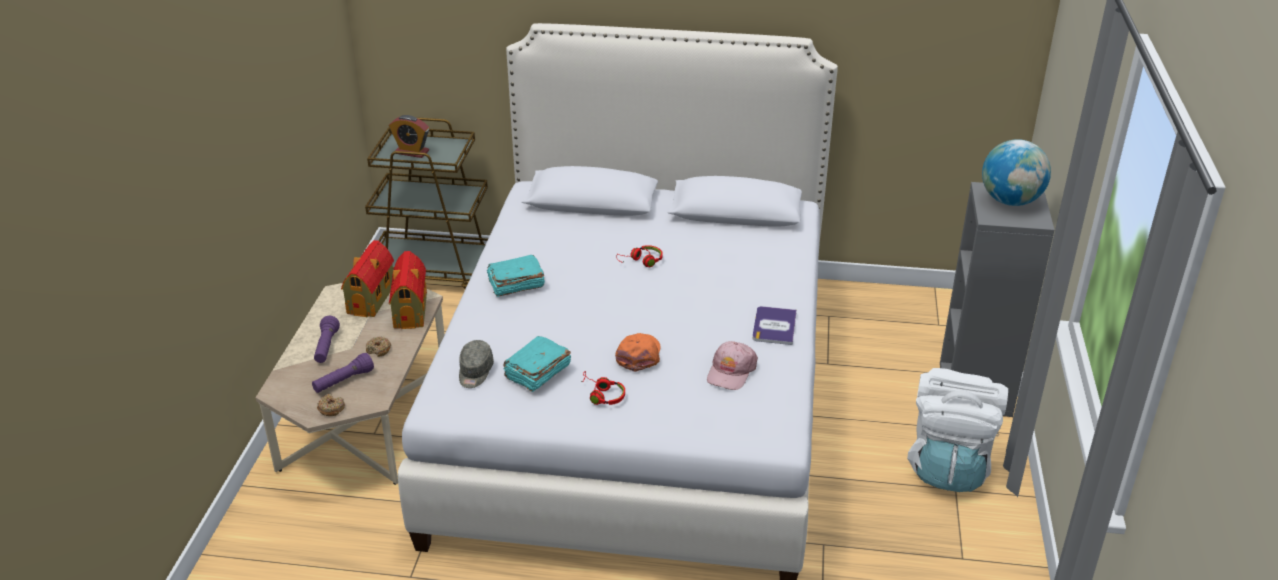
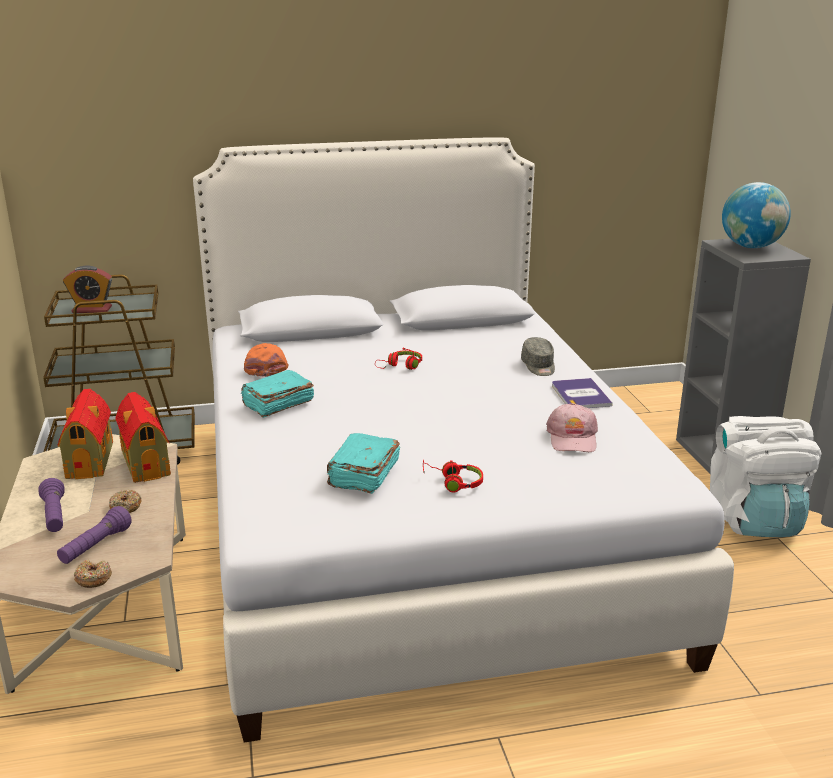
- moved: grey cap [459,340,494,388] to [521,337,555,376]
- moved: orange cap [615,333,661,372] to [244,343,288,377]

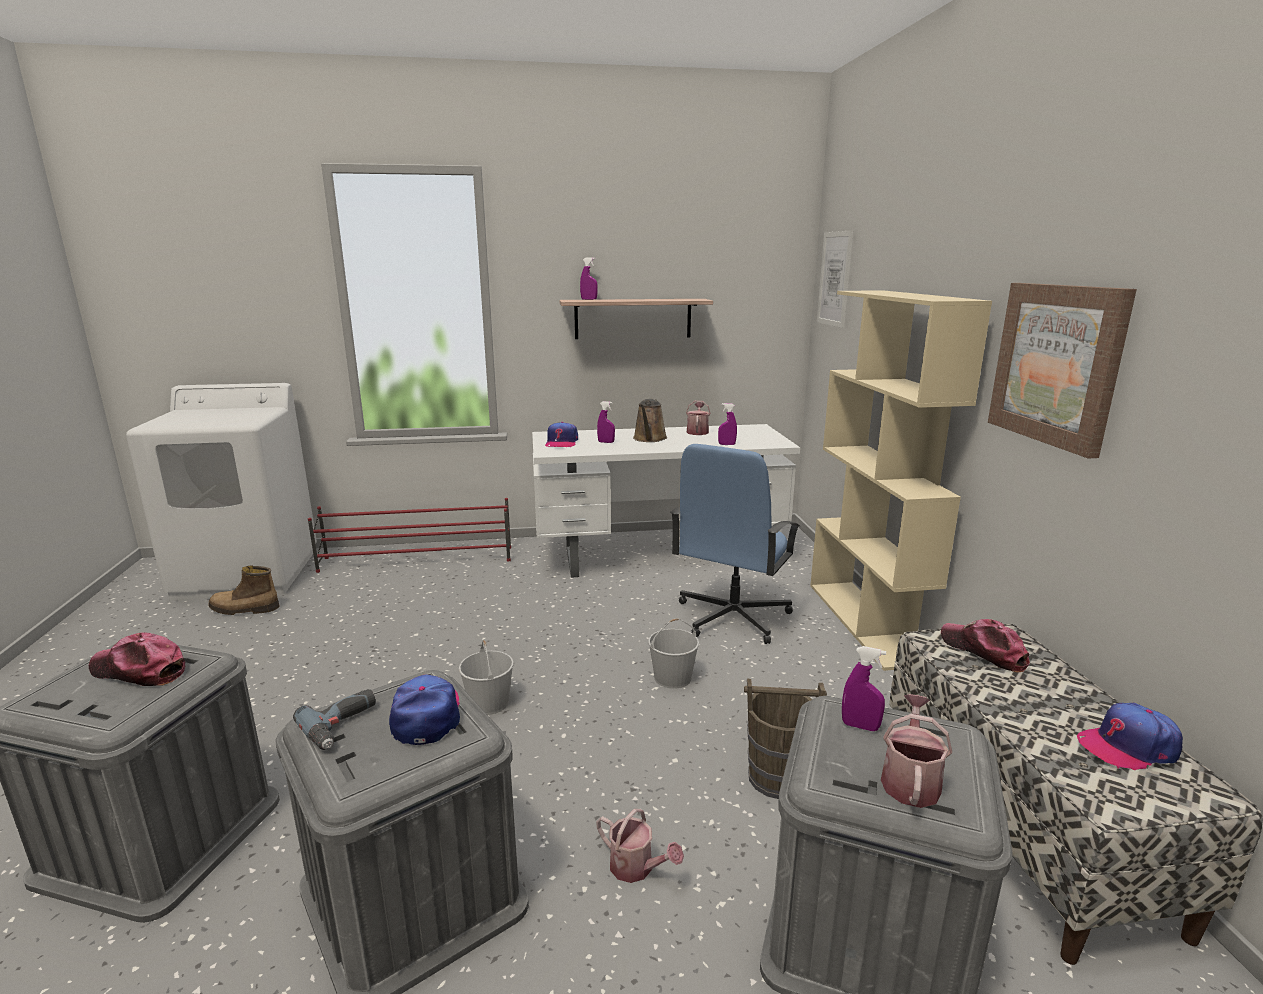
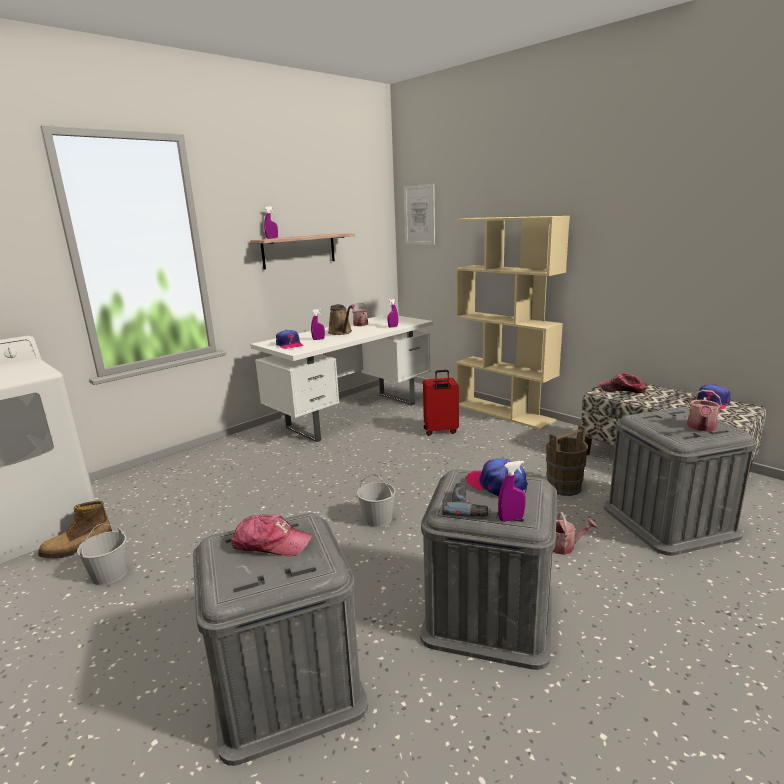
- removed: red shoe rack [308,498,511,573]
- removed: picture [988,283,1137,459]
- moved: white bucket [648,619,699,689] to [77,523,128,585]
- moved: purple spray bottle [842,646,886,731] to [498,461,526,522]
- replaced: blue office chair [670,444,800,644] to red suitcase [423,370,459,436]
- turned: cap [89,633,185,686] = [231,514,312,556] 150 degrees counterclockwise
- turned: watering can [881,694,952,808] = [687,390,722,431] 135 degrees counterclockwise

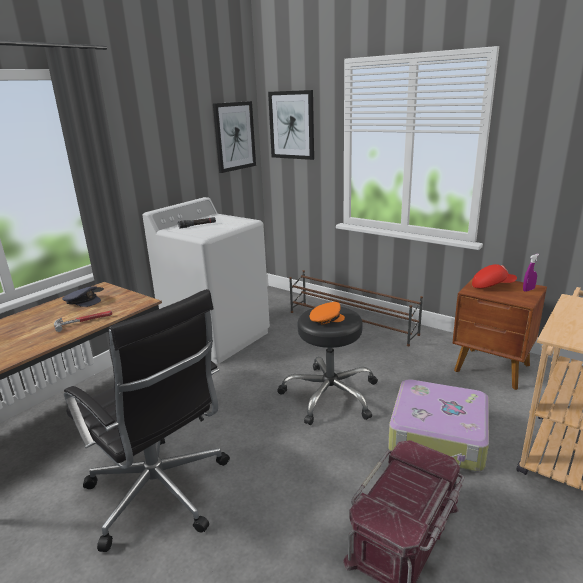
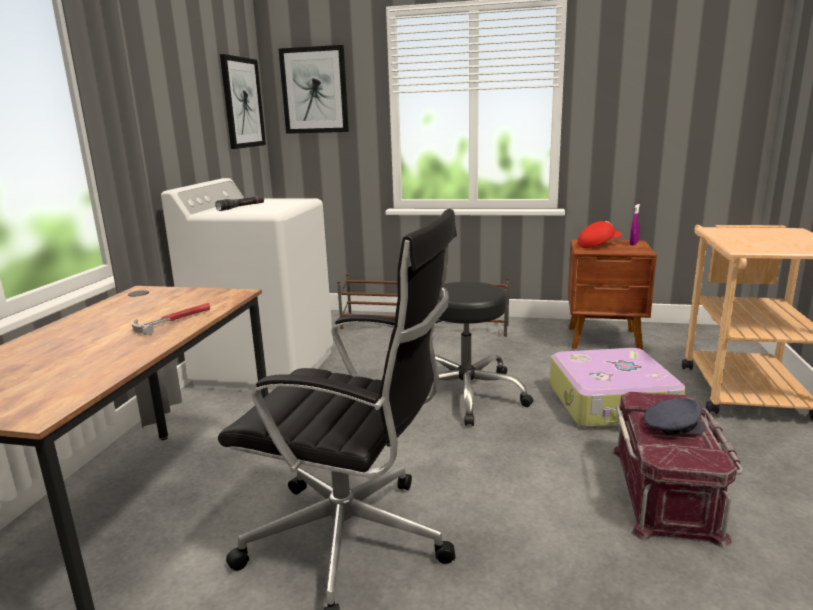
- removed: orange cap [310,302,345,324]
- moved: grey cap [62,286,101,307] to [644,399,706,435]

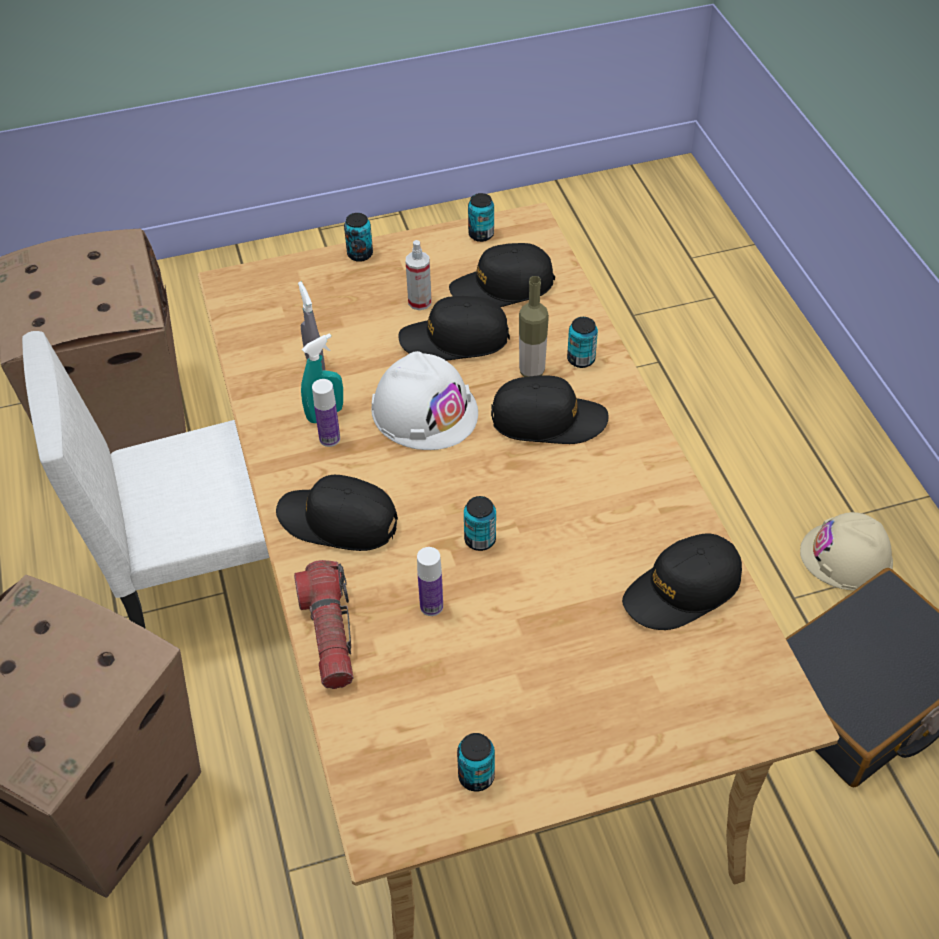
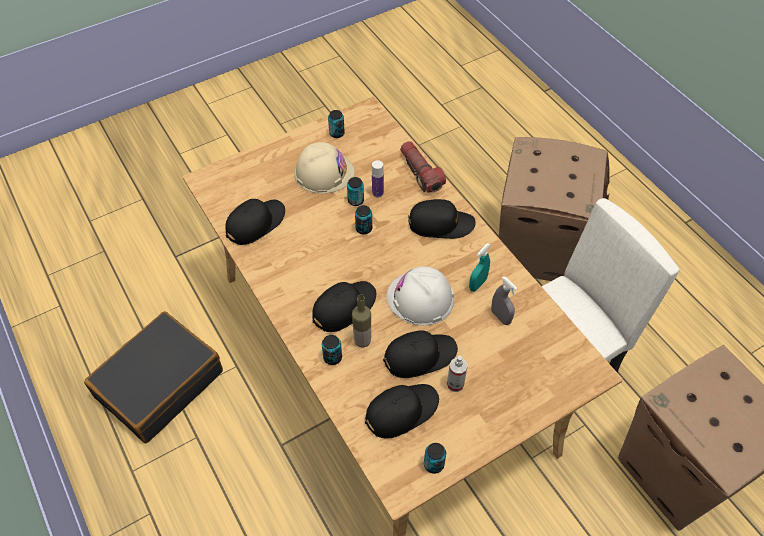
- removed: bottle [312,379,340,447]
- moved: can [344,213,373,262] to [347,177,364,206]
- moved: beige hard hat [800,512,893,590] to [294,142,355,194]
- turned: black cap [491,375,609,444] = [312,281,376,332] 150 degrees clockwise

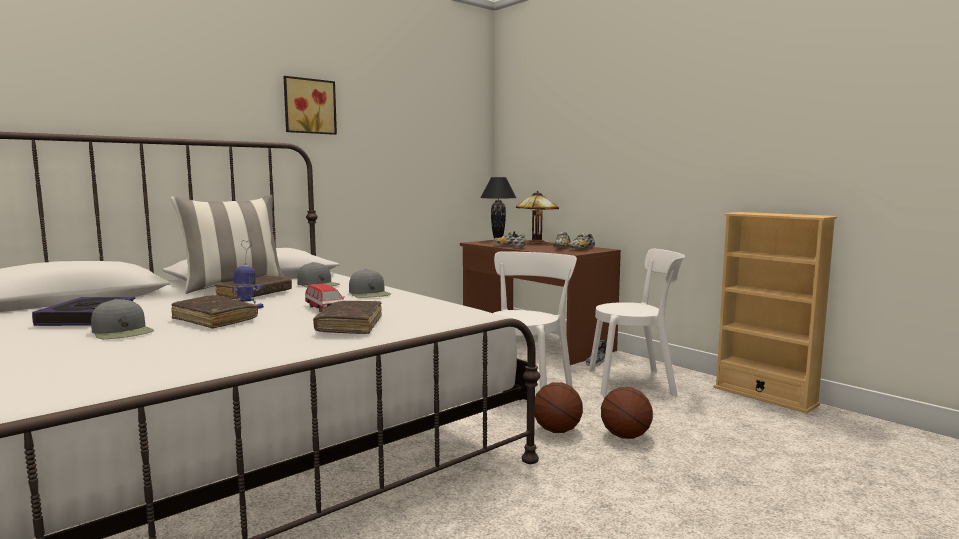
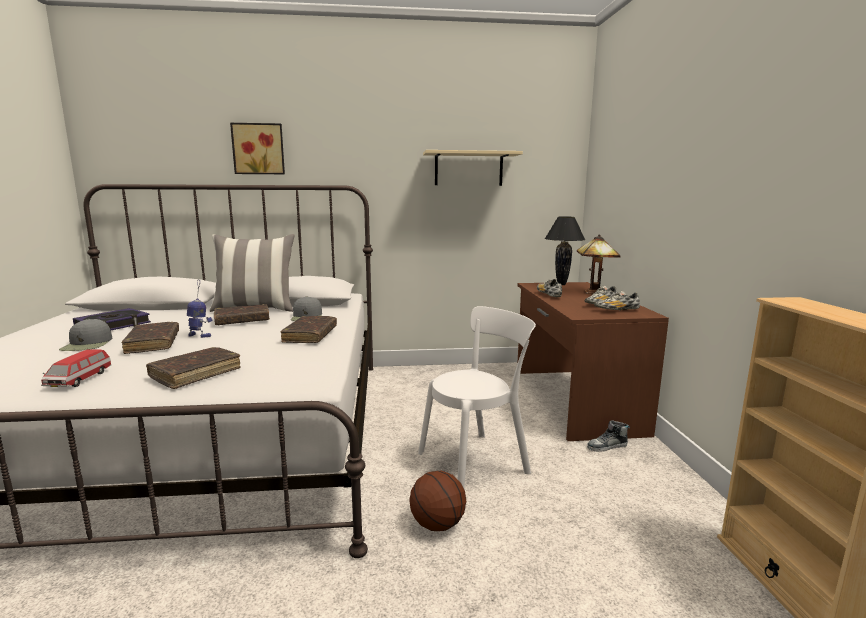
- removed: white chair [589,249,685,396]
- removed: basketball [601,387,653,439]
- added: beige shelf [423,150,523,186]
- moved: picture [283,76,337,135] to [230,123,285,174]
- moved: toy car [305,284,345,312] to [41,349,111,387]
- replaced: grey cap [349,269,391,298] to brown book [281,316,337,343]

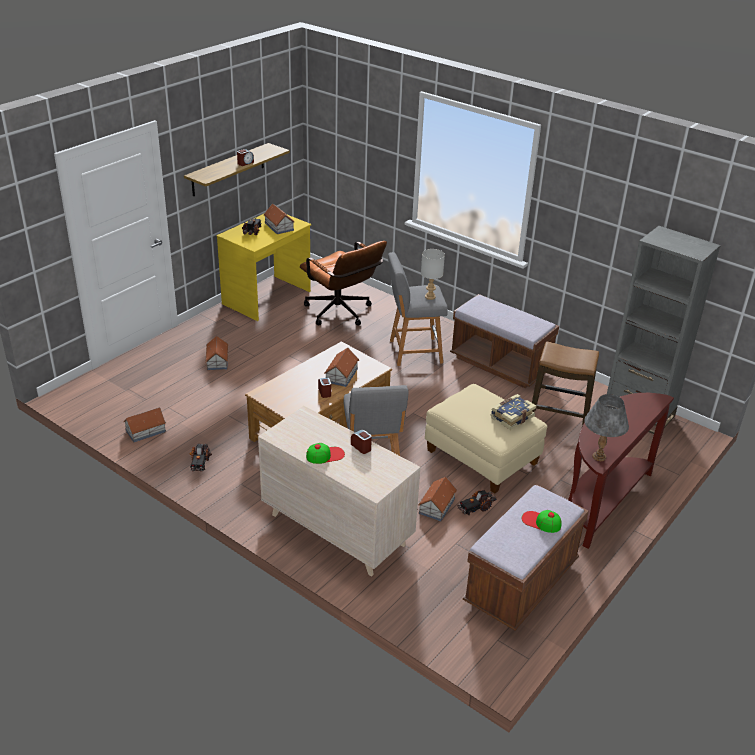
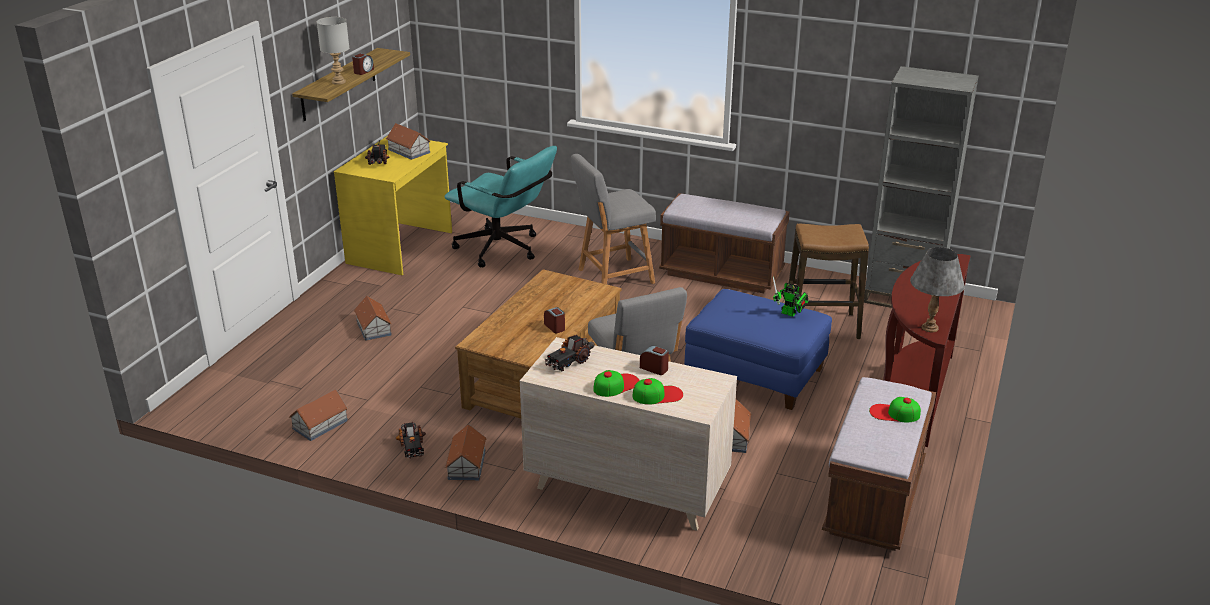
- added: cap [632,378,683,405]
- moved: toy house [324,348,359,387] to [445,424,487,481]
- moved: grey table lamp [421,249,445,300] to [317,17,349,85]
- moved: toy truck [458,490,496,515] to [545,335,595,371]
- replaced: book [491,394,536,430] to toy robot [773,277,809,317]
- recoloured: brown office chair [300,241,387,325] to turquoise office chair [444,146,557,267]
- recoloured: beige ottoman [425,384,547,493] to blue ottoman [684,289,832,410]

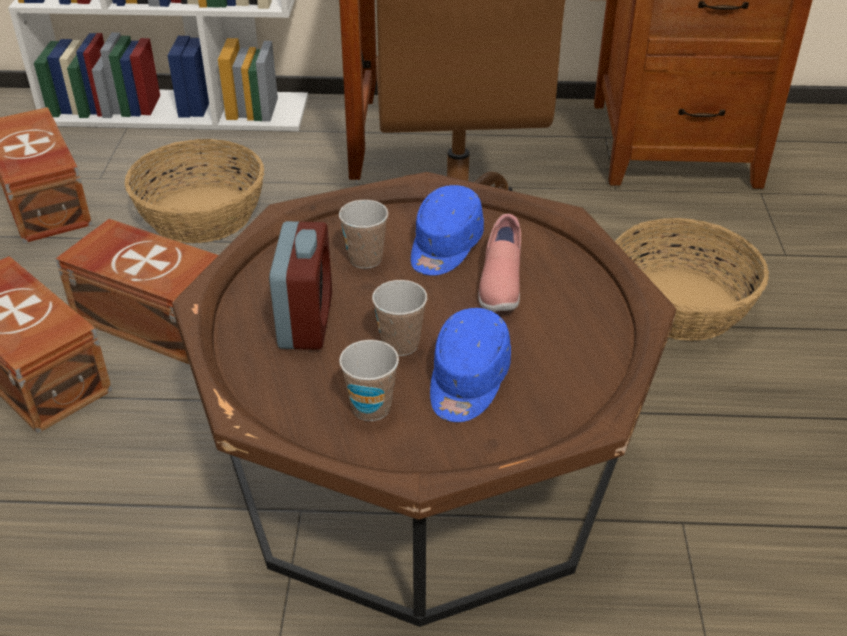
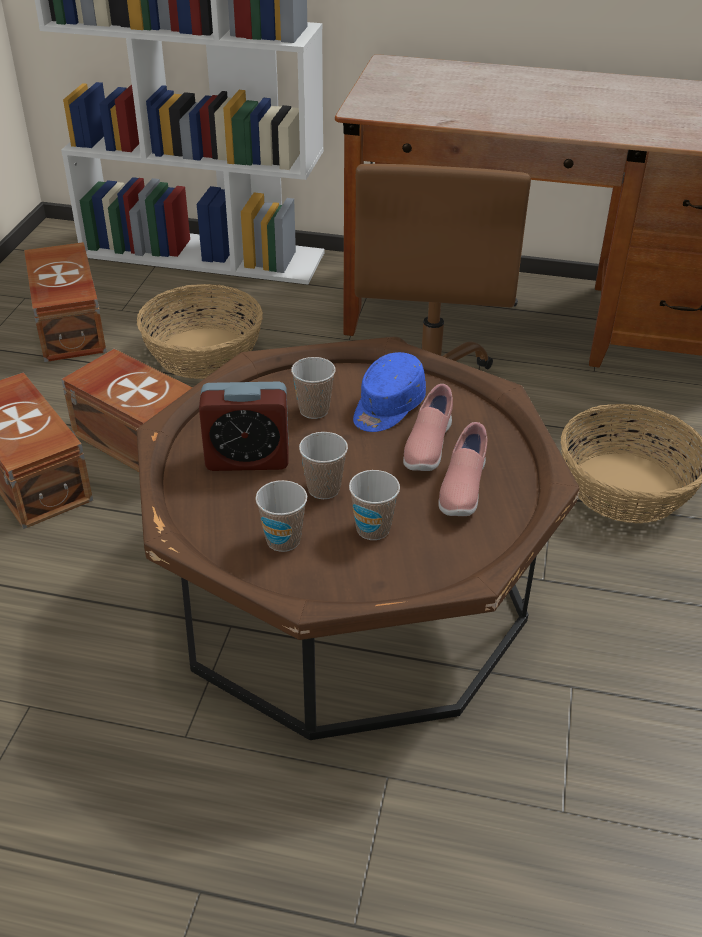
- added: pink shoe [438,422,487,516]
- replaced: blue cap [430,308,511,422] to cup [349,470,400,540]
- turned: alarm clock [269,221,332,350] = [199,382,289,471] 75 degrees clockwise

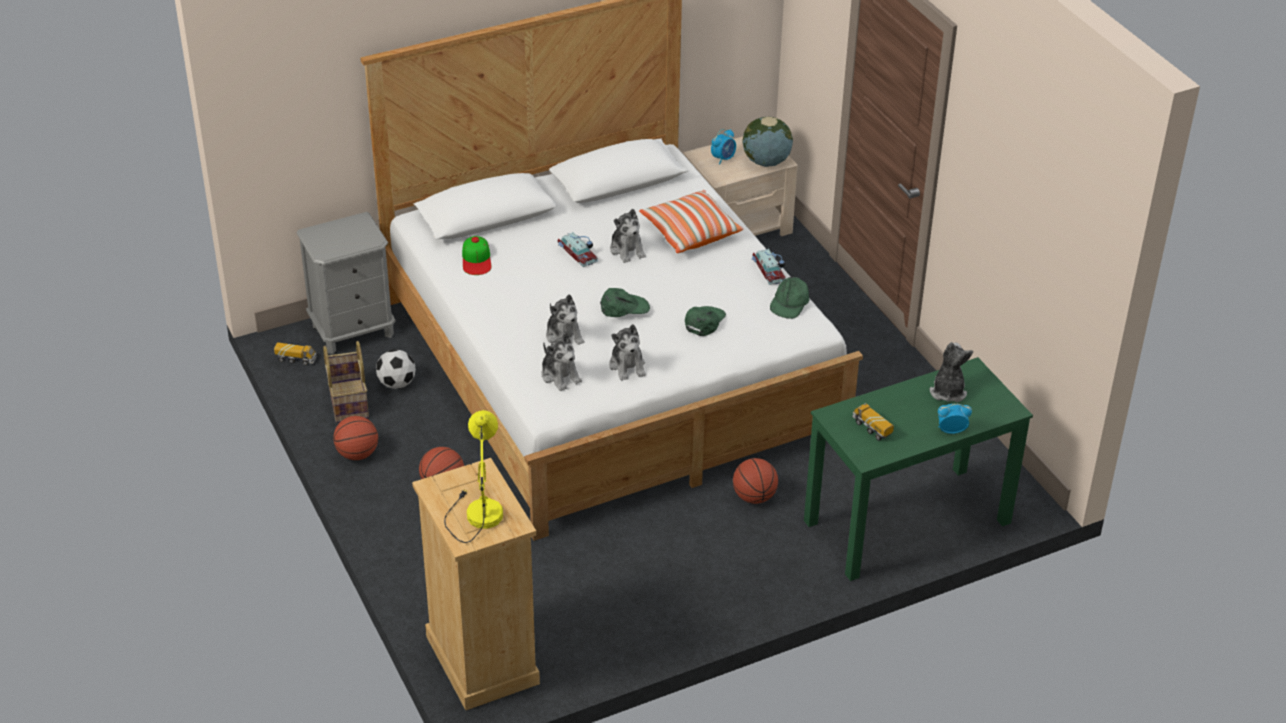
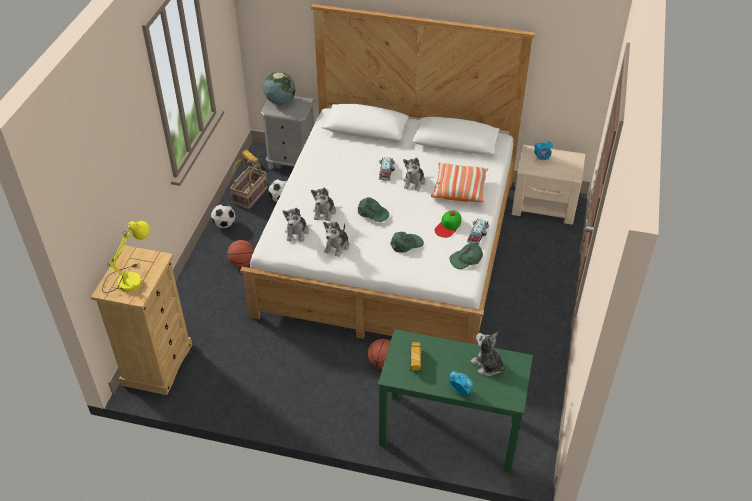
- moved: cap [462,236,492,275] to [434,211,461,238]
- moved: globe [742,117,793,167] to [263,72,296,105]
- replaced: basketball [333,416,378,460] to football [211,204,235,228]
- turned: plush toy [930,342,973,402] = [471,332,506,376] 90 degrees counterclockwise

